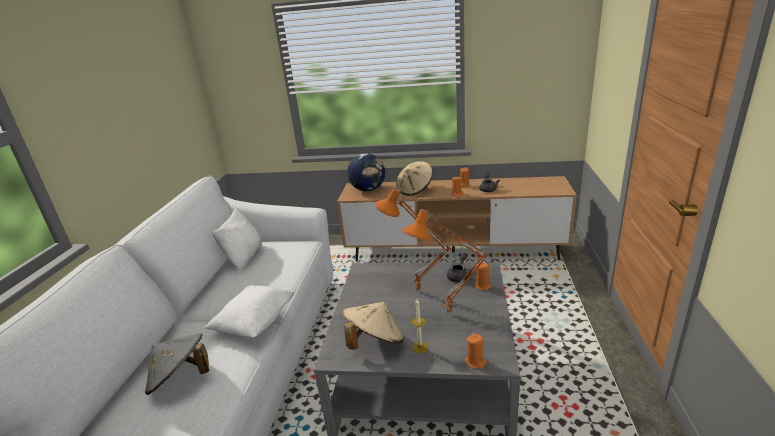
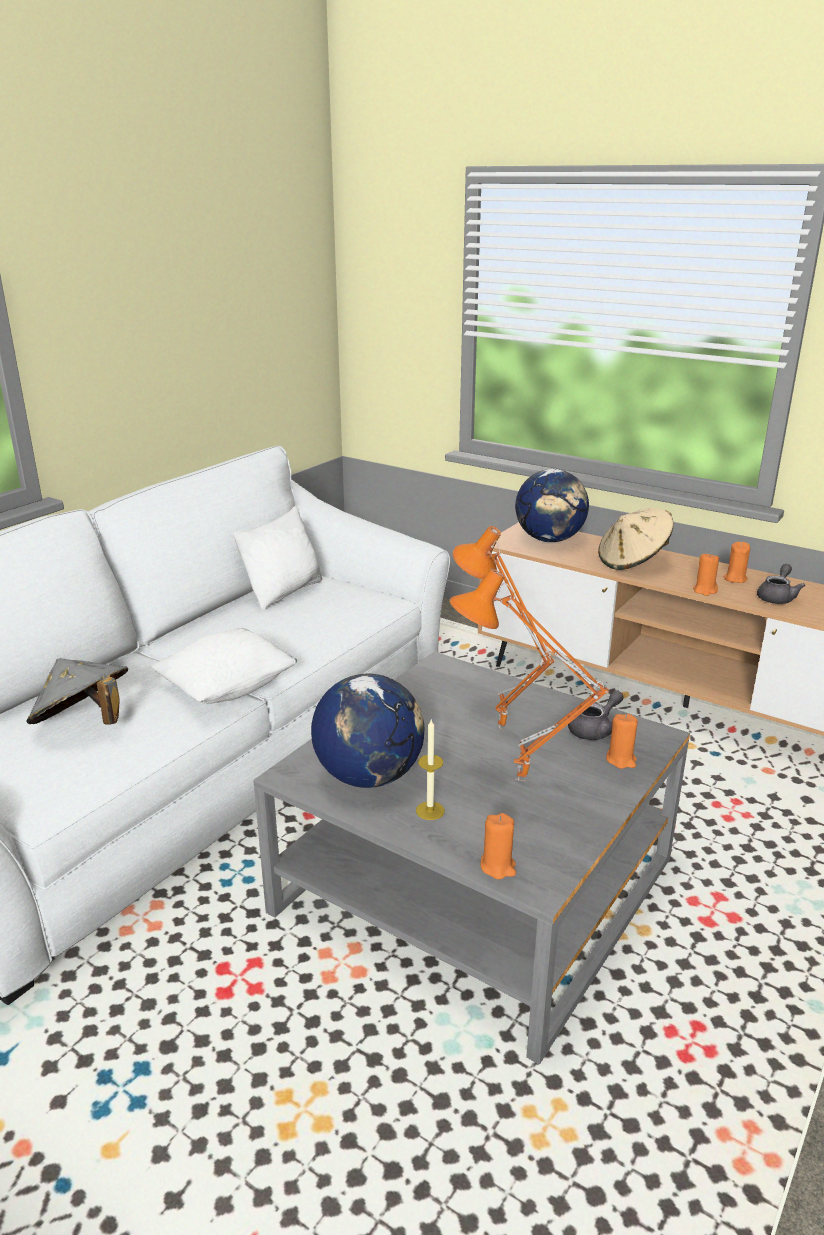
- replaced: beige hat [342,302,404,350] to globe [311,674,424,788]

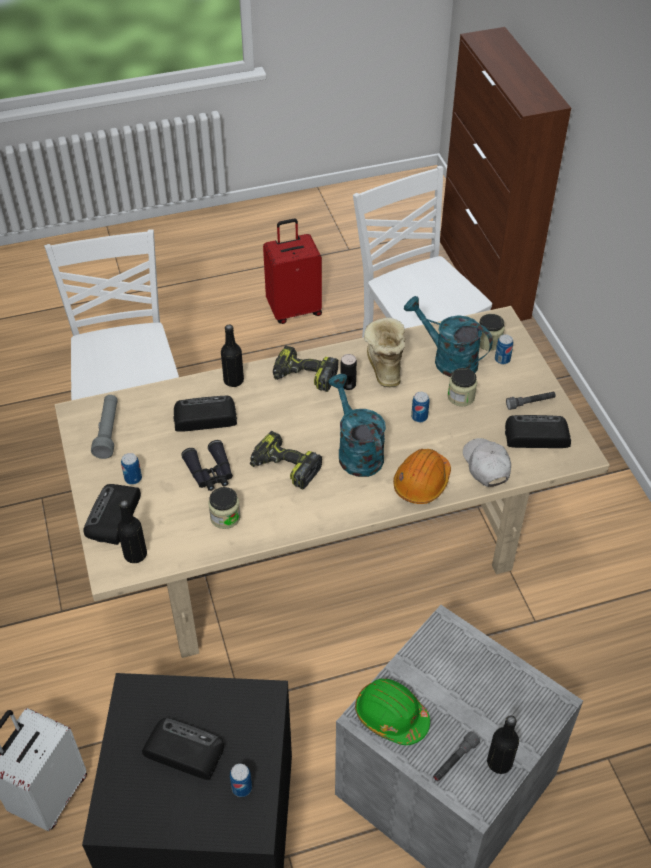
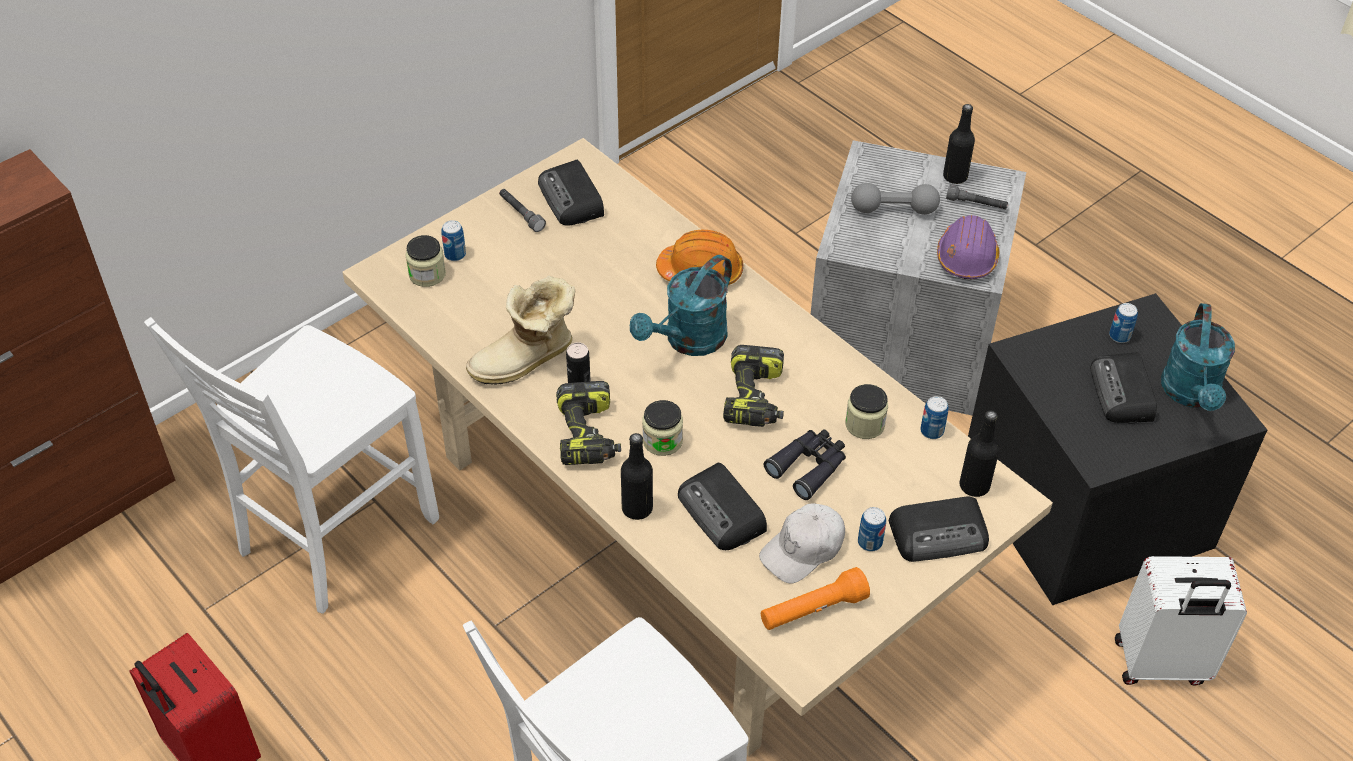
- added: grey dumbbell [851,183,940,215]
- moved: turquoise watering can [404,296,493,377] to [1161,303,1235,411]
- moved: can [411,392,429,422] to [920,396,948,439]
- moved: jar [448,368,477,407] to [642,400,683,456]
- moved: white cap [463,438,511,487] to [759,503,845,584]
- recoloured: grey flashlight [91,395,118,459] to orange flashlight [761,567,870,630]
- recoloured: green hard hat [355,678,430,745] to purple hard hat [937,215,1000,279]

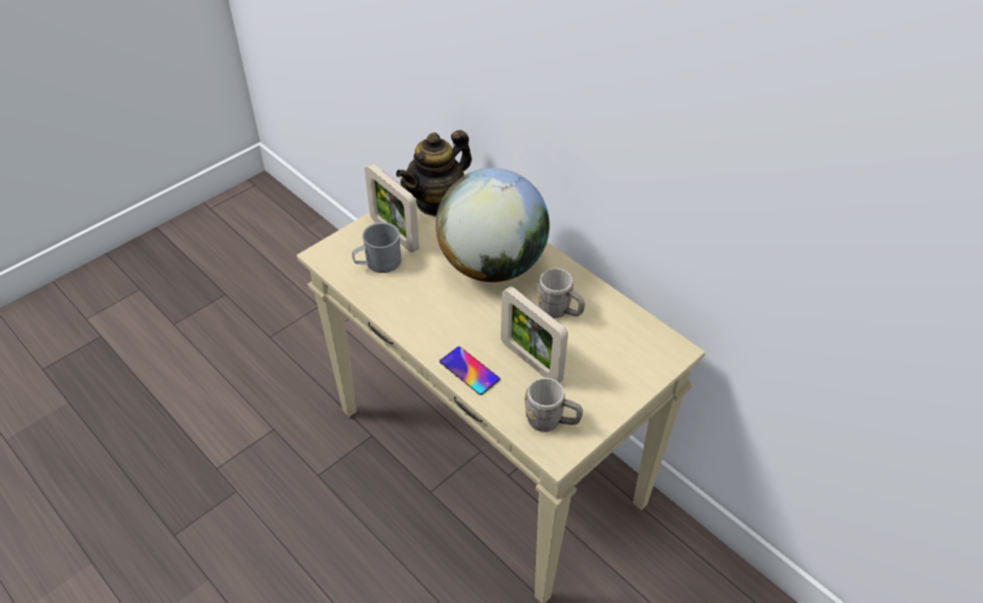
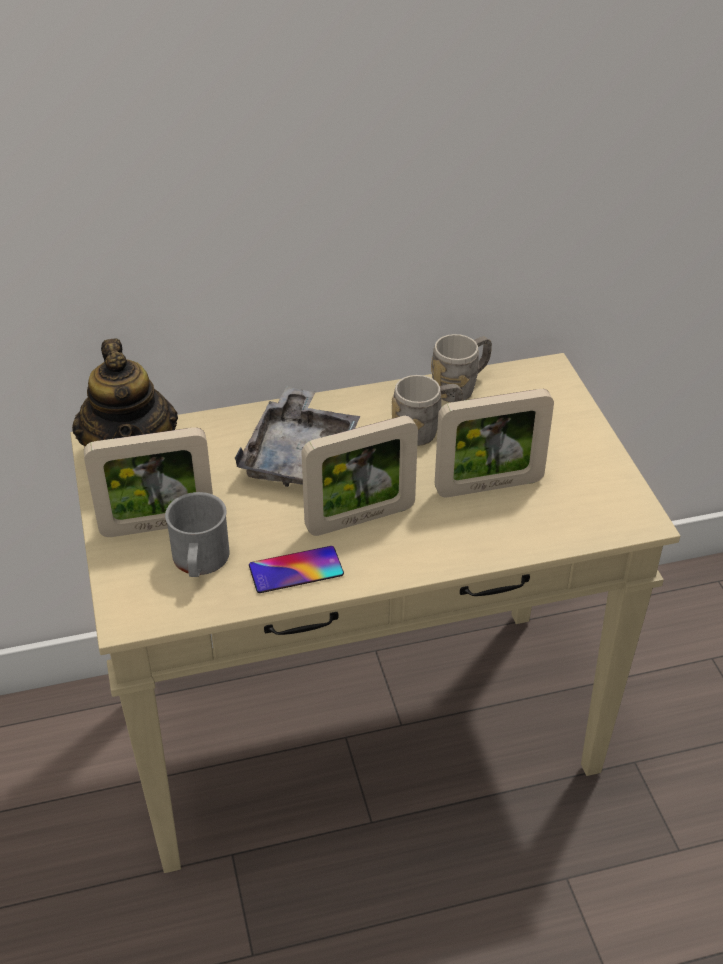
- added: picture frame [301,416,418,536]
- moved: phone [440,346,500,395] to [249,546,344,593]
- moved: grey mug [525,378,583,432] to [431,334,492,402]
- replaced: globe [436,168,550,282] to grey tray [235,386,360,487]

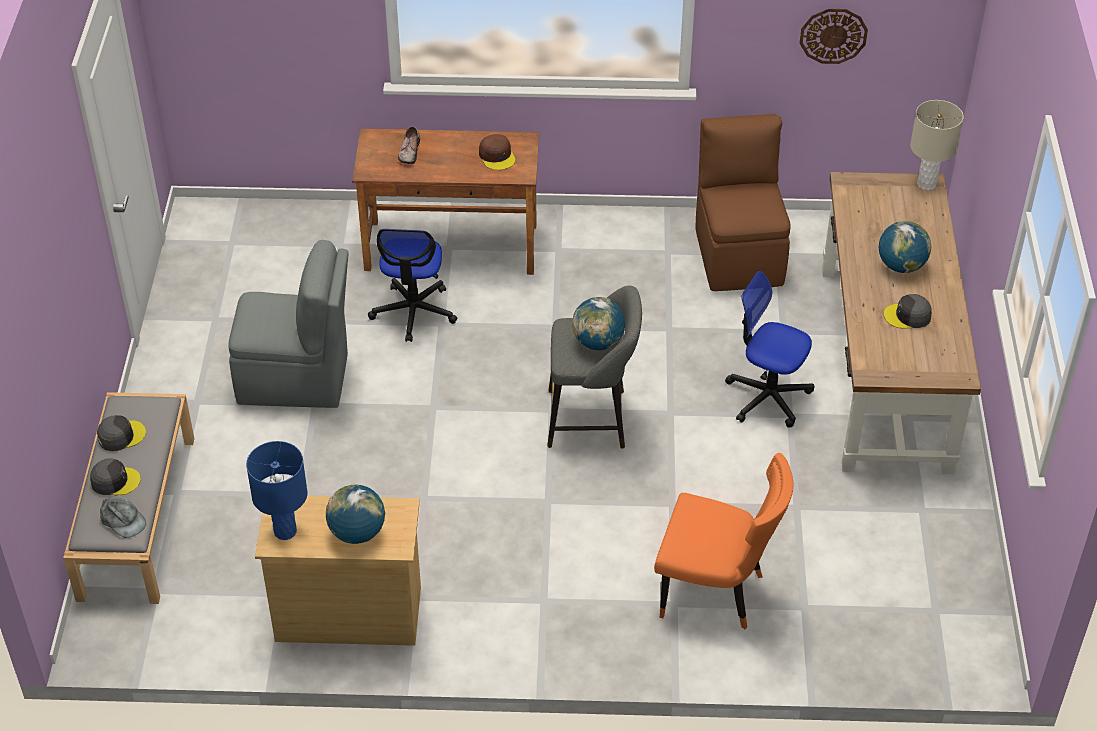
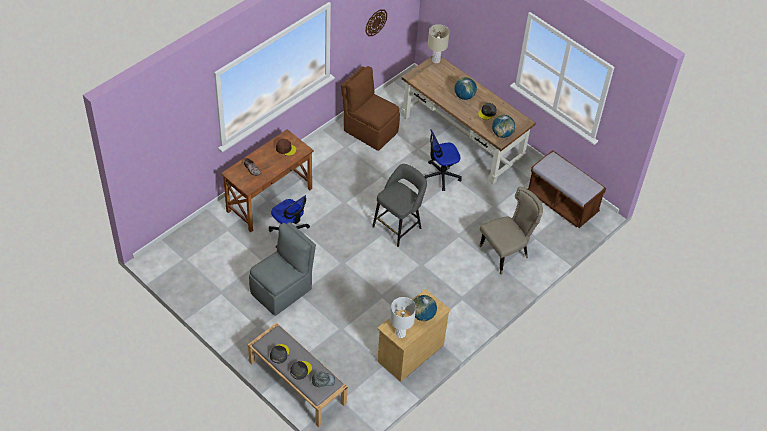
- added: brown bench [527,150,606,228]
- moved: globe [572,297,625,350] to [492,115,515,138]
- recoloured: blue table lamp [246,441,308,540] to white table lamp [390,297,416,338]
- recoloured: orange chair [654,453,794,629] to beige chair [479,186,543,275]

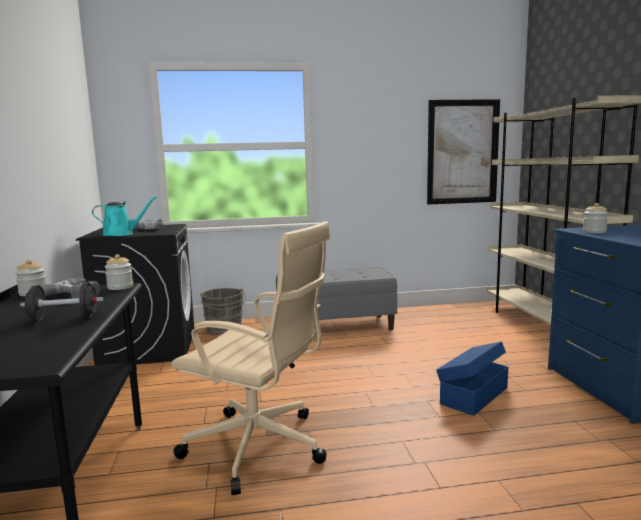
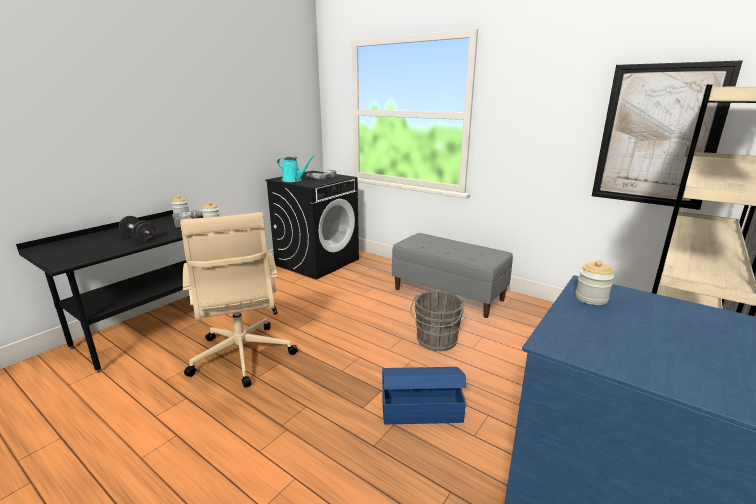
- moved: grey bucket [200,288,246,335] to [410,291,464,351]

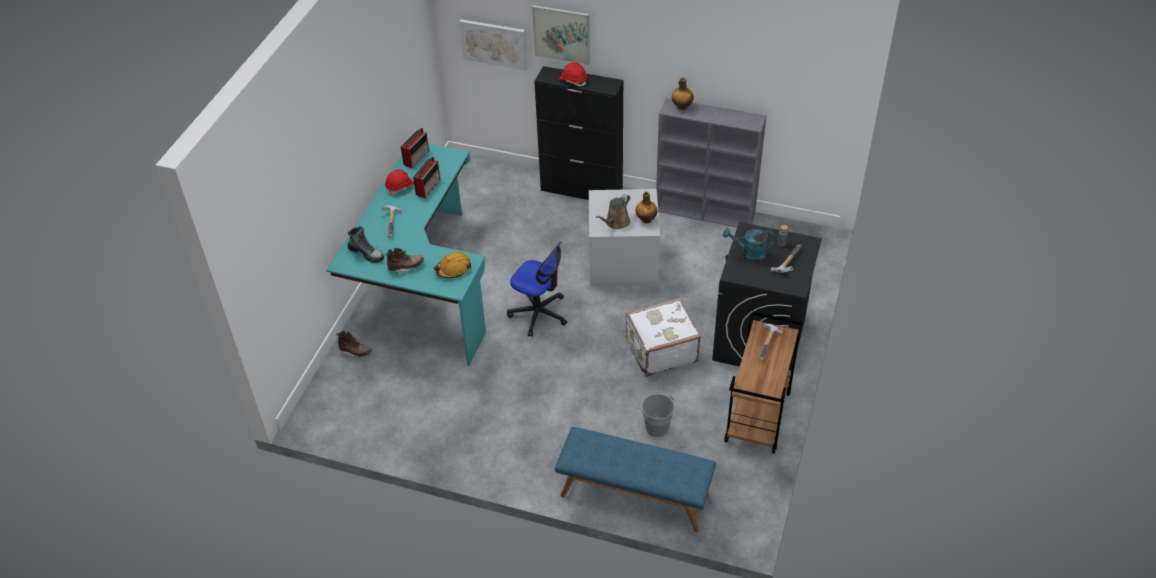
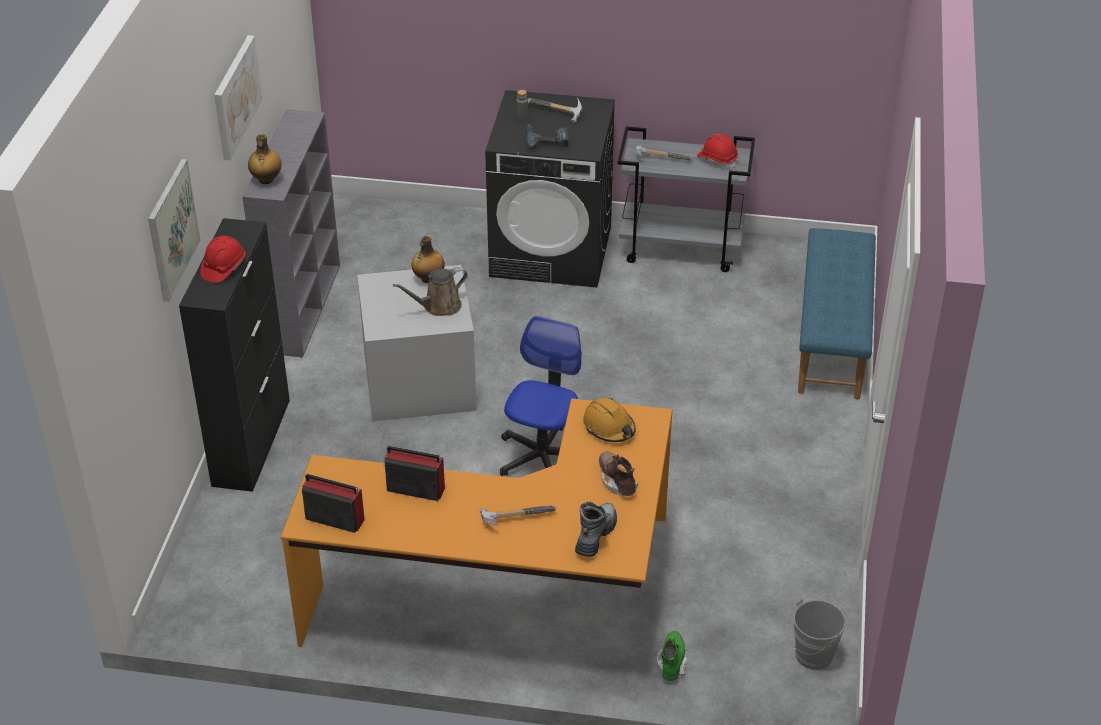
- removed: white suitcase [626,298,701,377]
- moved: red hard hat [385,170,414,195] to [697,134,738,168]
- moved: picture [459,19,527,70] to [214,35,263,160]
- moved: grey bucket [638,393,675,437] to [784,599,846,670]
- replaced: turquoise watering can [723,228,775,262] to power drill [526,125,569,150]
- recoloured: turquoise desk [326,144,486,366] to orange desk [281,399,672,647]
- recoloured: brown boot [336,331,372,358] to green boot [657,631,688,681]
- recoloured: brown cart [724,311,803,454] to grey cart [618,126,755,272]
- turned: brown watering can [596,194,630,229] = [393,267,468,316] 120 degrees clockwise

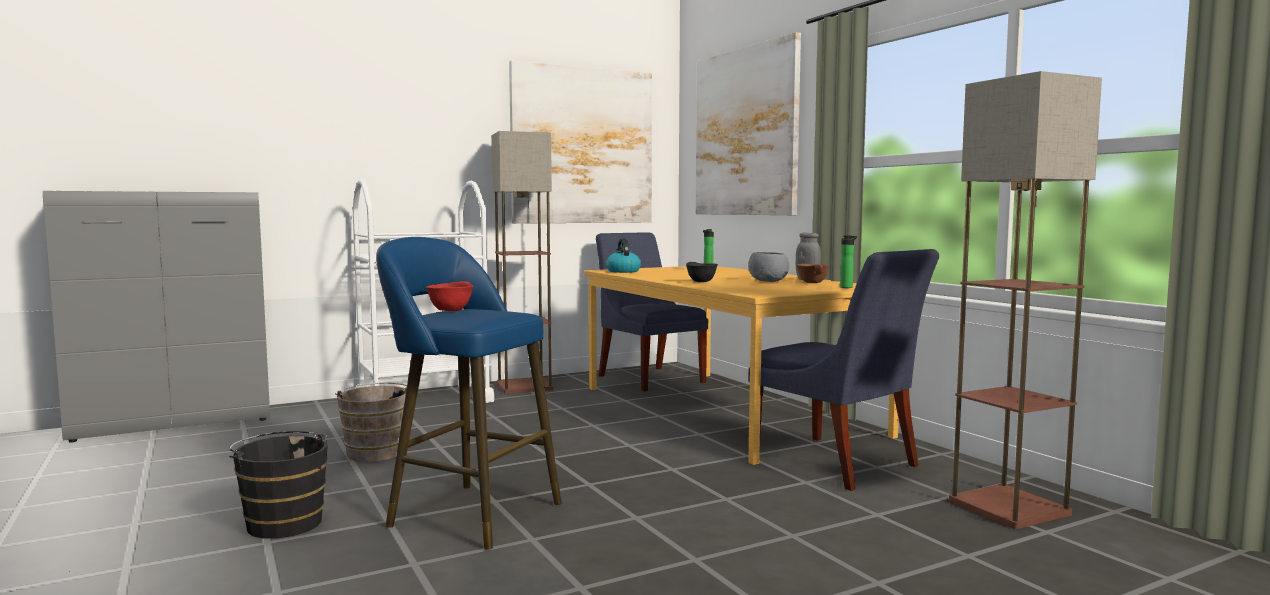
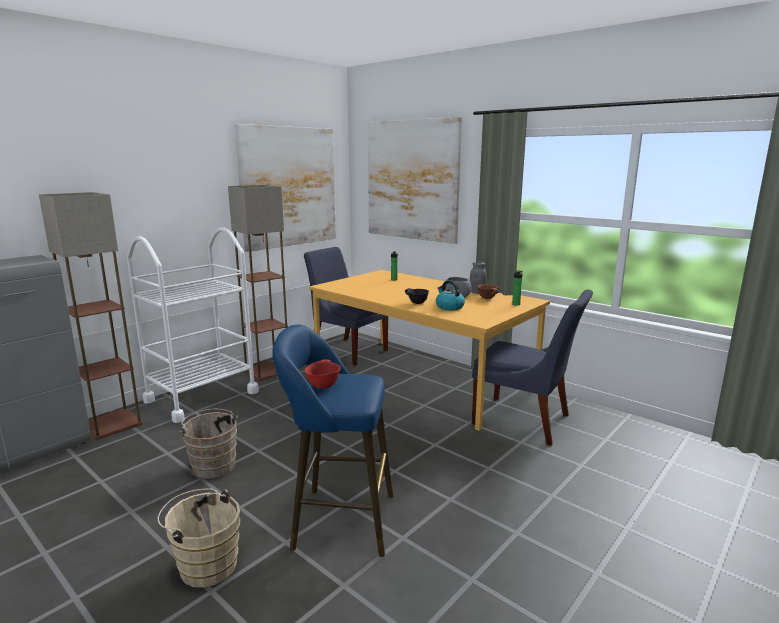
- moved: kettle [606,238,641,273] to [436,280,465,310]
- moved: floor lamp [949,71,1102,529] to [39,192,143,440]
- recoloured: black bucket [229,431,328,539] to beige bucket [158,488,240,588]

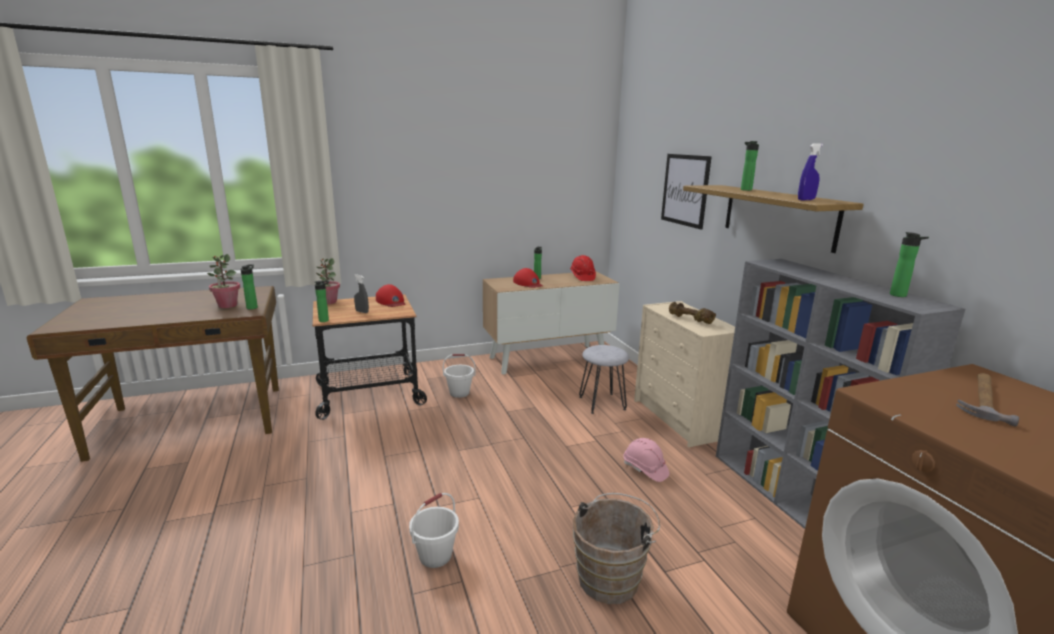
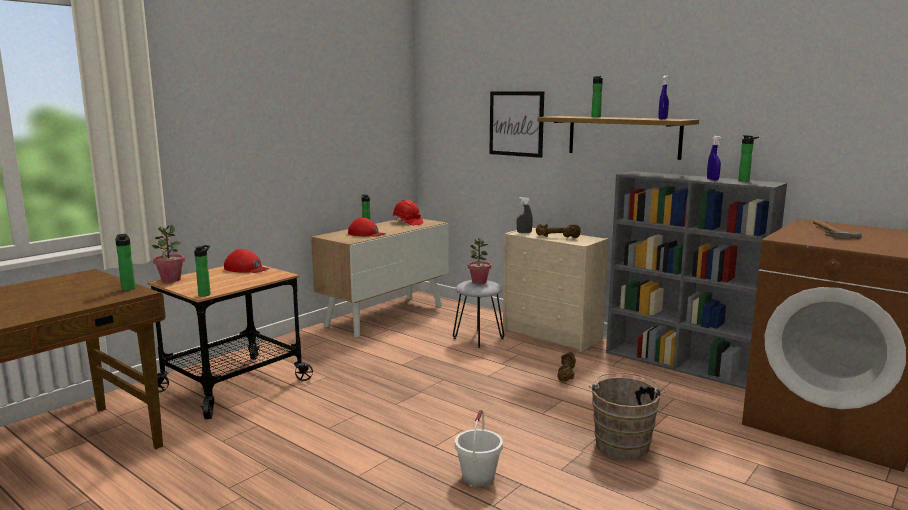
- removed: white bucket [443,354,475,398]
- added: blue spray bottle [707,136,721,180]
- moved: potted plant [207,254,240,308] to [468,238,491,284]
- moved: grey spray bottle [354,274,369,313] to [517,197,533,233]
- replaced: pink hard hat [623,438,669,482] to brown dumbbell [557,352,576,382]

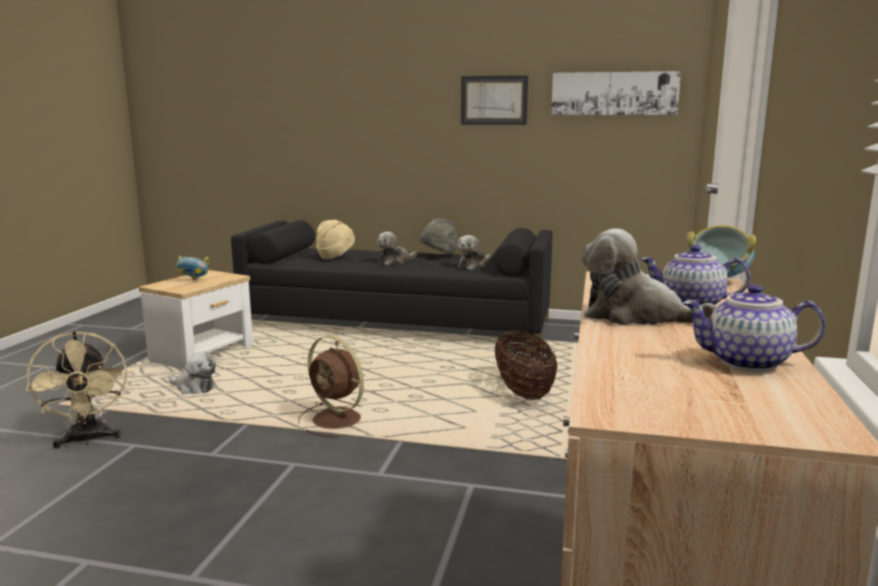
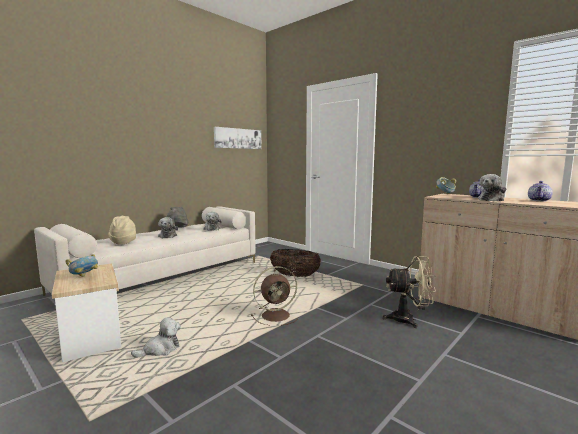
- removed: picture [461,75,528,125]
- moved: beige fan [26,331,127,448] to [382,256,436,328]
- recoloured: black sofa [231,220,553,343] to beige sofa [34,206,256,296]

